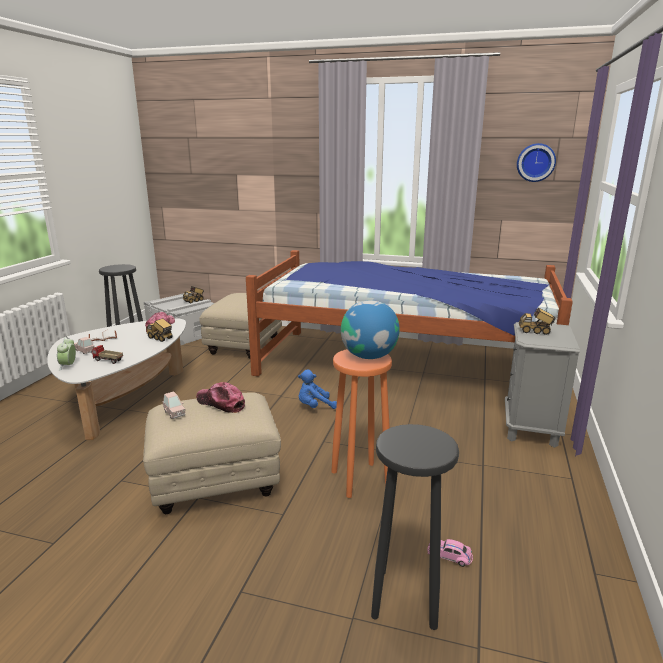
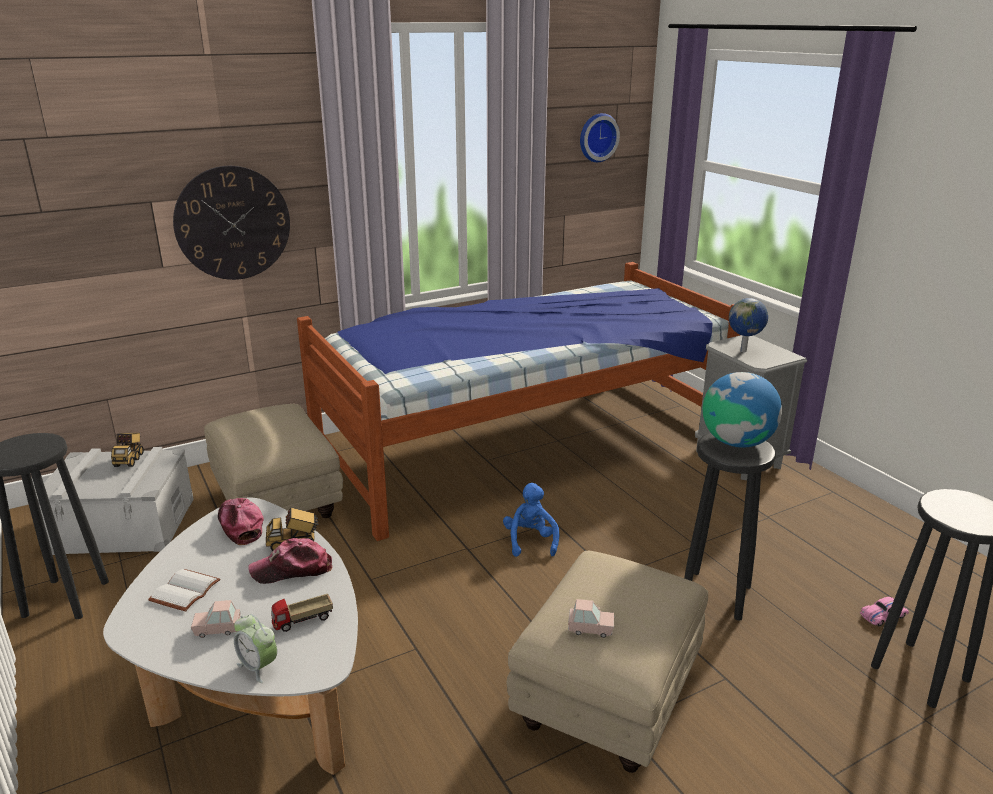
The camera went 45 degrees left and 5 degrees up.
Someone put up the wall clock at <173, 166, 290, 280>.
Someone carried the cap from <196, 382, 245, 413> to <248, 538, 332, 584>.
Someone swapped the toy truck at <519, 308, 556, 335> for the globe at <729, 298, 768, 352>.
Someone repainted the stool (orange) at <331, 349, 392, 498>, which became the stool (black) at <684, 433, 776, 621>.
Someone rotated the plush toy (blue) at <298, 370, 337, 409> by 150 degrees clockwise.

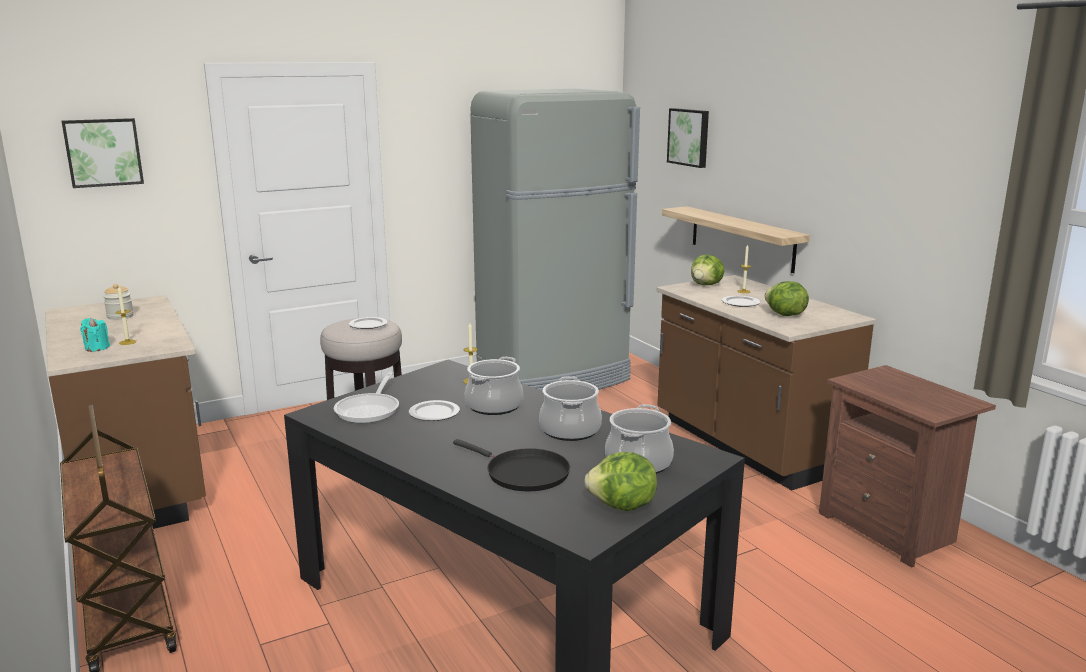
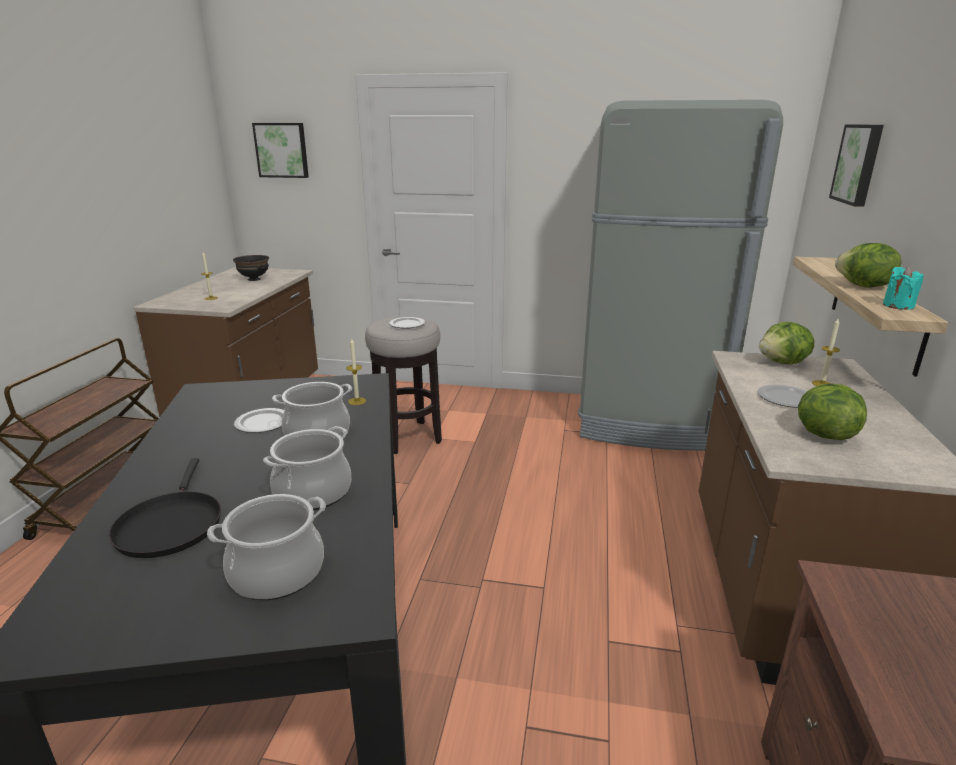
The camera went 40 degrees right and 5 degrees up.
Someone took away the frying pan at <334, 372, 399, 423>.
Someone carried the candle (turquoise) from <80, 318, 110, 352> to <883, 266, 924, 310>.
Someone carried the lettuce from <584, 452, 657, 511> to <835, 243, 901, 288>.
Someone swapped the jar at <103, 284, 134, 320> for the bowl (black) at <233, 255, 269, 281>.

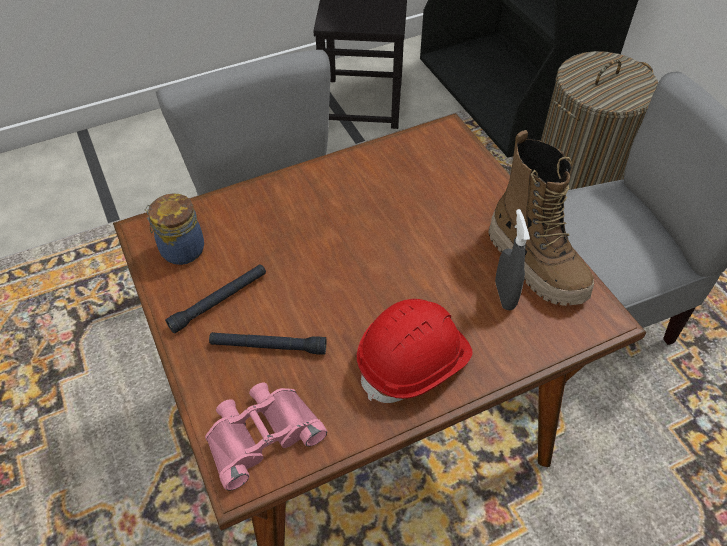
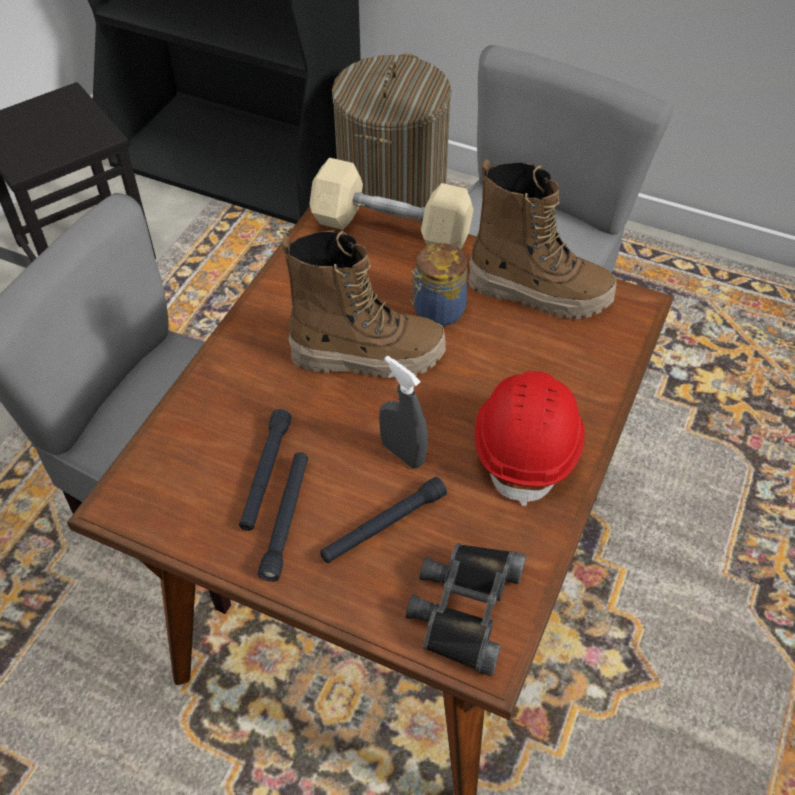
The camera went 40 degrees left and 0 degrees up.
Someone put down the flashlight (black) at <239, 409, 292, 531>.
Someone put down the boot at <281, 230, 446, 378>.
Someone put down the dumbbell (beige) at <309, 158, 473, 249>.
Someone carried the jar from <145, 193, 204, 265> to <410, 243, 467, 326>.
Someone carried the spray bottle (grey) from <495, 209, 530, 310> to <379, 356, 428, 468>.
Someone repainted the binoculars (pink) at <205, 382, 327, 491>, which became the binoculars (black) at <406, 543, 526, 676>.

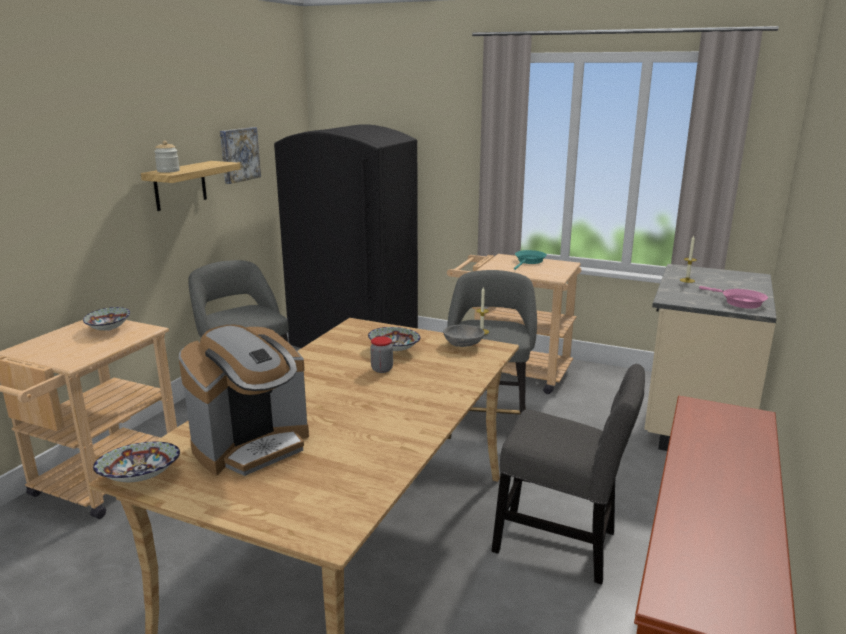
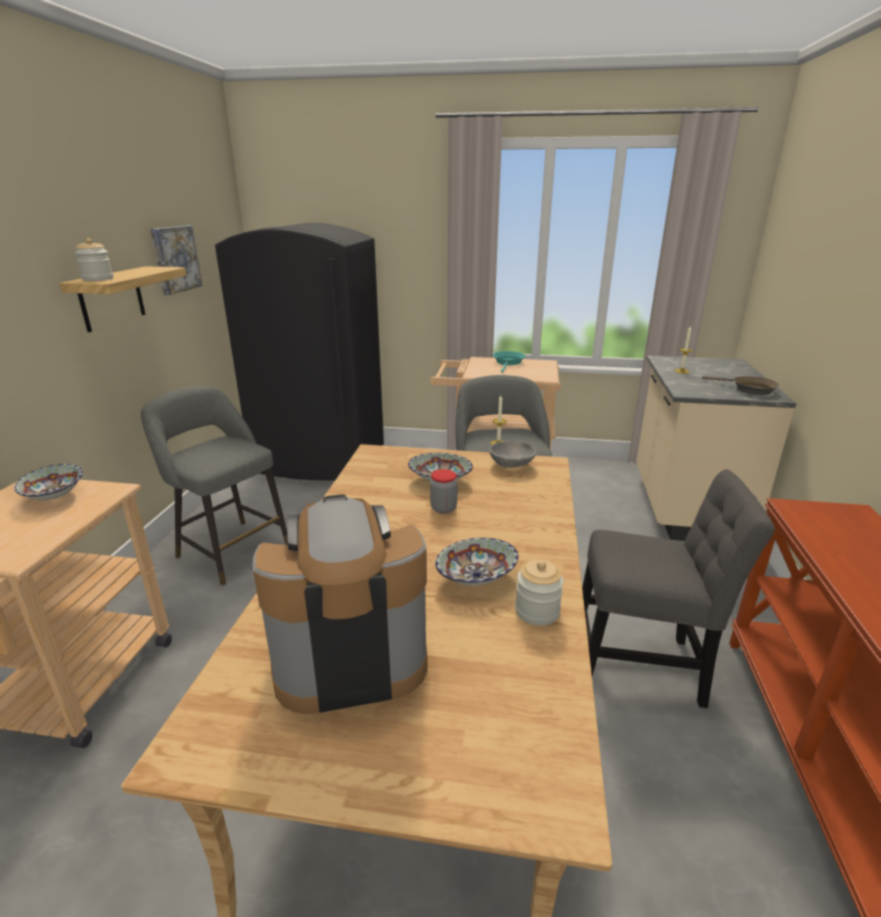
The camera went 15 degrees left and 5 degrees up.
Someone put down the jar at <515, 559, 564, 626>.
Someone carried the bowl from <93, 442, 180, 482> to <435, 538, 518, 586>.
Someone repainted the frying pan (pink) at <699, 286, 768, 309>, which became the frying pan (brown) at <702, 376, 779, 395>.
Someone rotated the coffee machine at <179, 325, 309, 476> by 135 degrees counterclockwise.

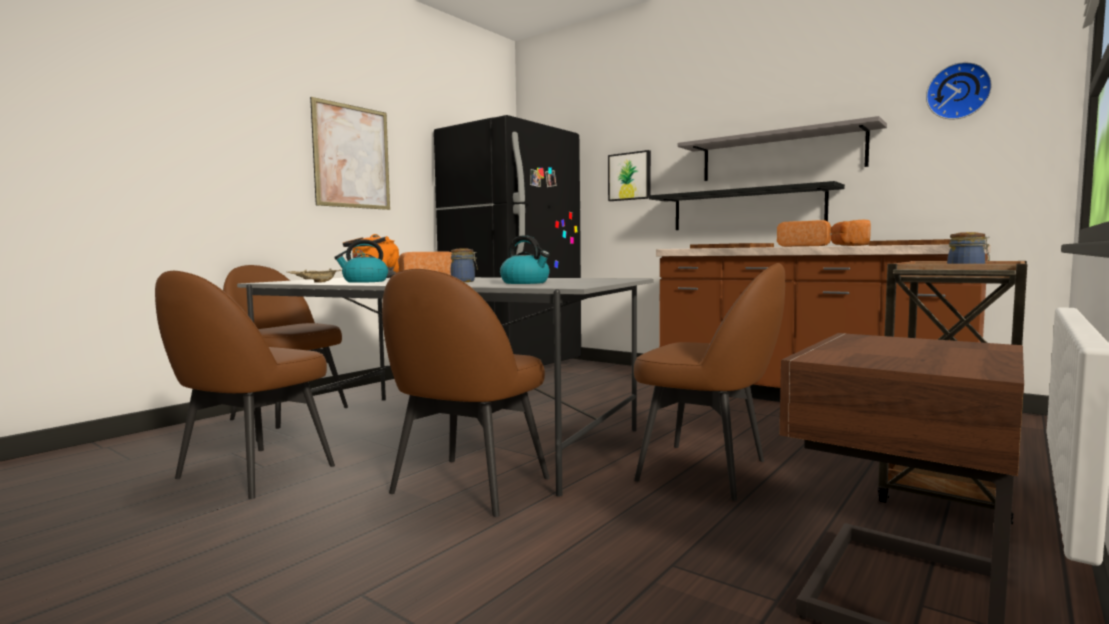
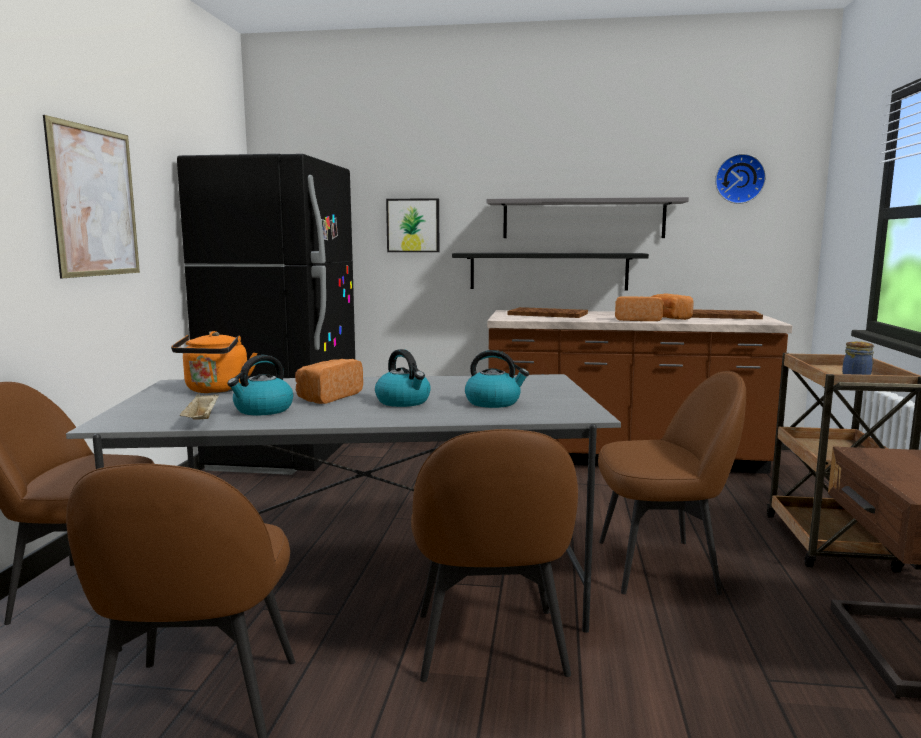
The camera went 30 degrees left and 5 degrees up.
Someone swapped the jar at <451, 249, 478, 282> for the kettle at <375, 349, 431, 407>.

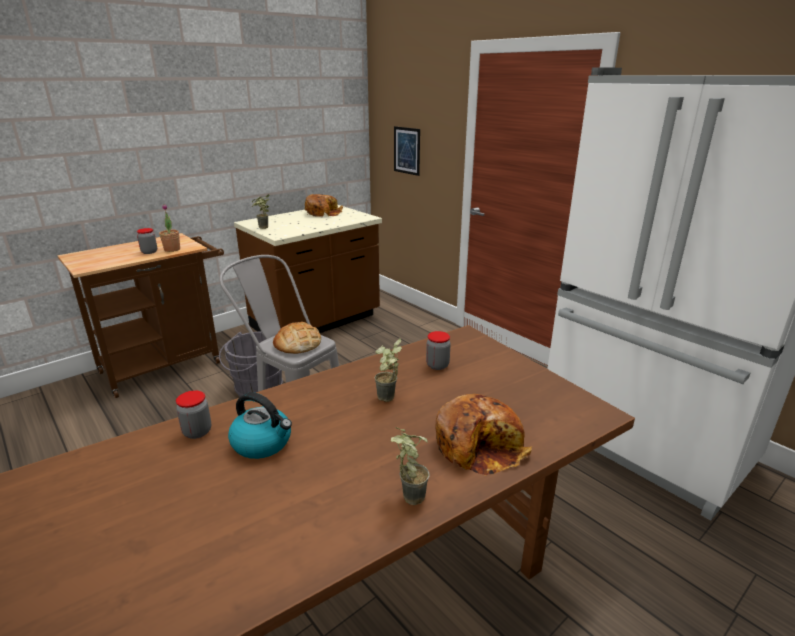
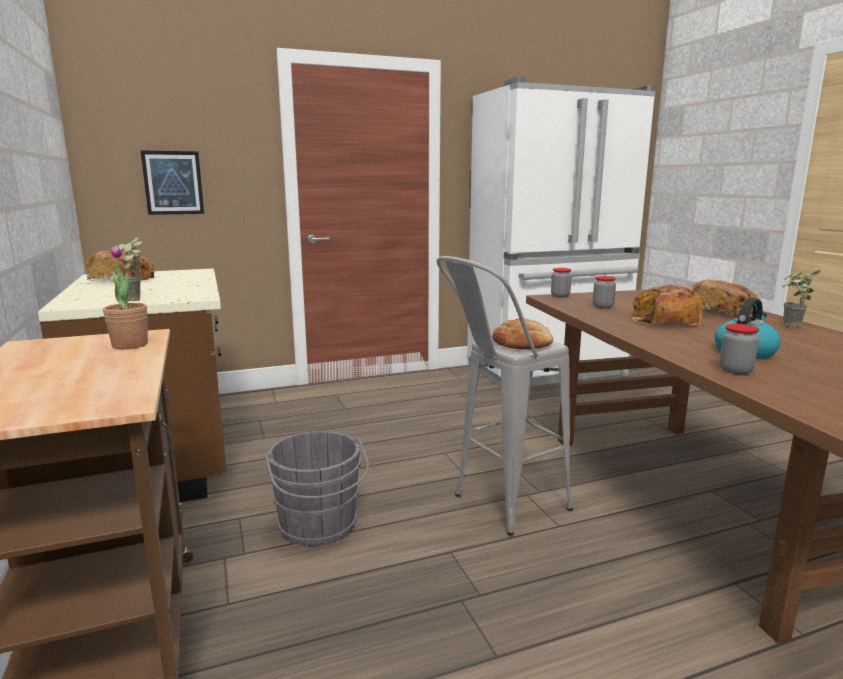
The camera went 70 degrees left and 10 degrees down.
Someone carried the jar from <137, 228, 157, 254> to <551, 268, 572, 298>.
Someone swapped the potted plant at <375, 338, 402, 402> for the bread at <628, 285, 703, 325>.

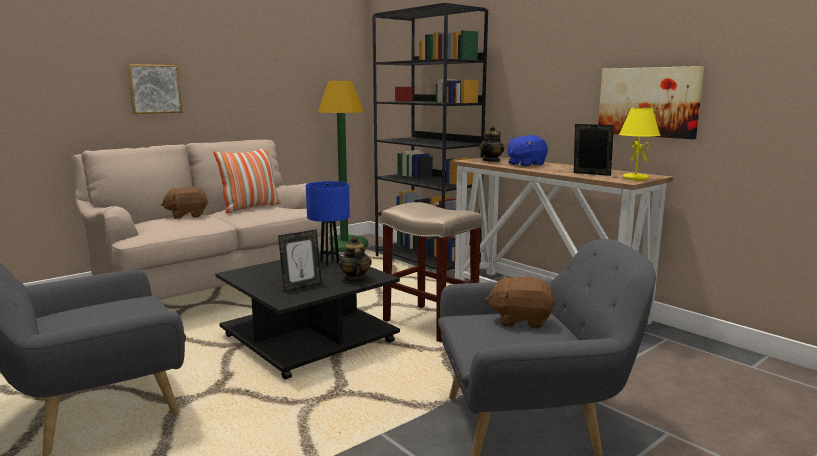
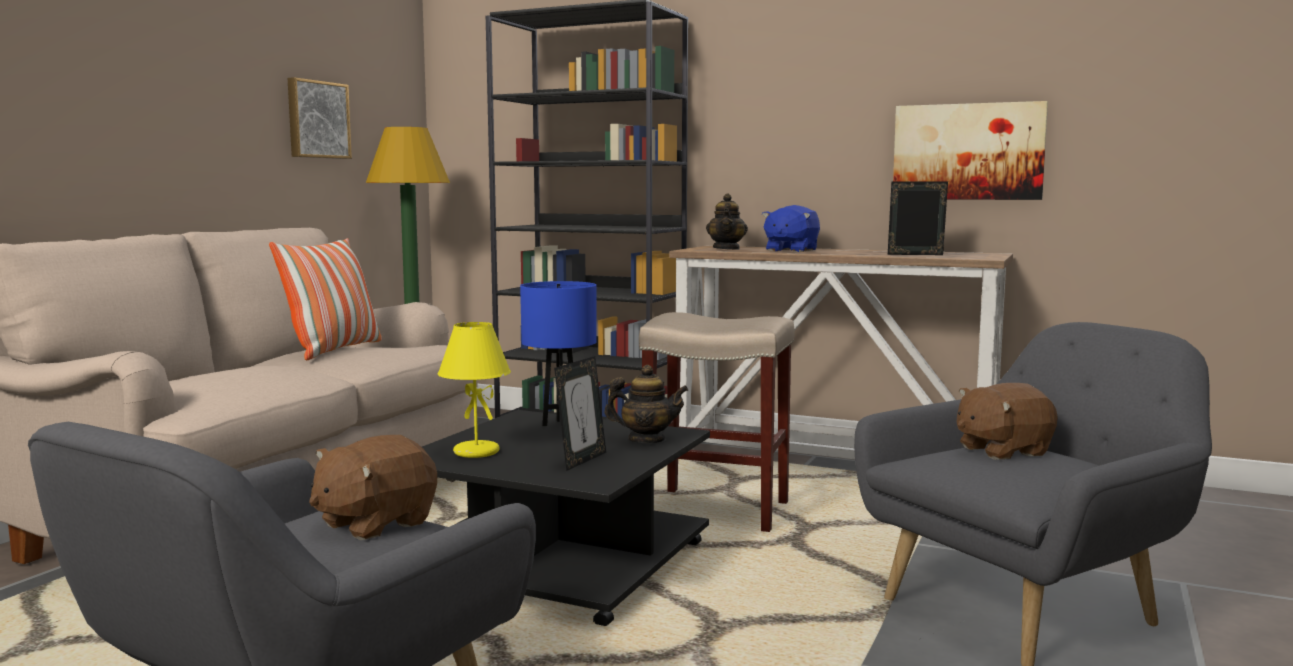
The camera went 25 degrees left and 5 degrees down.
Someone carried the picture from <127, 64, 182, 114> to <288, 77, 352, 159>.
Someone carried the plush toy (brown) from <161, 186, 209, 219> to <309, 435, 437, 540>.
Someone carried the table lamp (yellow) from <619, 108, 661, 180> to <438, 322, 511, 458>.
Someone rotated the teapot at <338, 236, 372, 282> by 135 degrees clockwise.

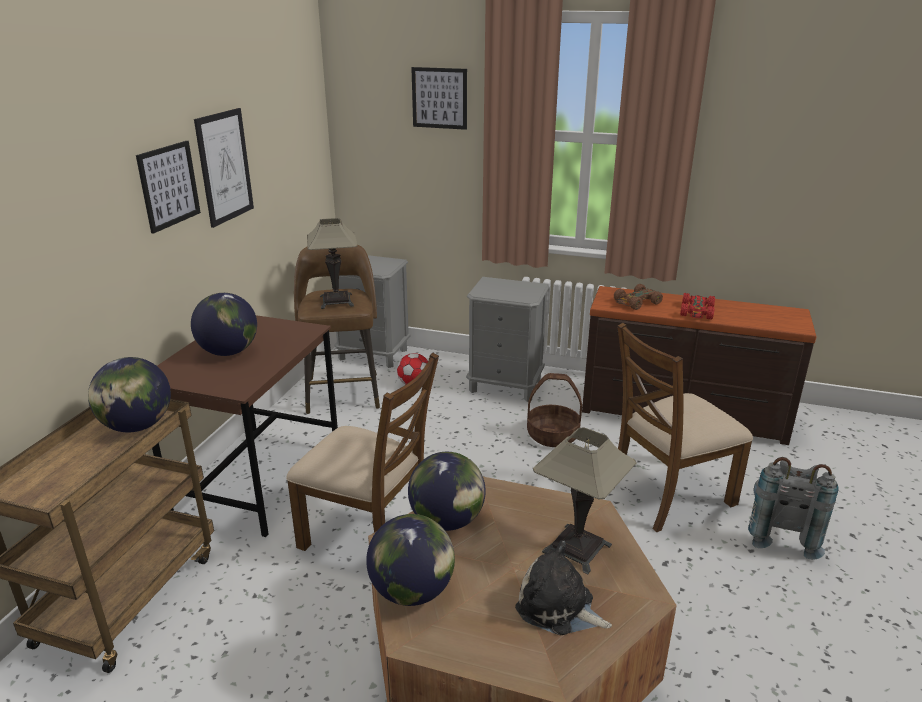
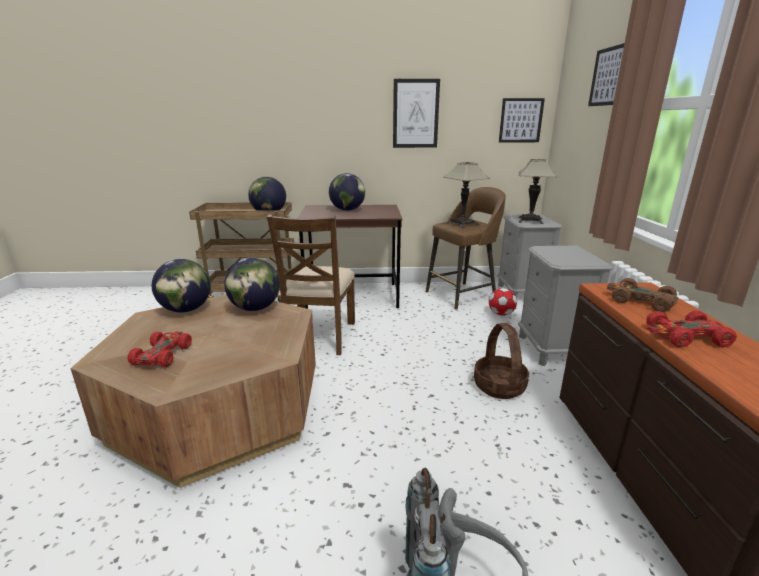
The camera went 70 degrees right and 5 degrees down.
Someone took away the chair (brown) at <617, 323, 753, 532>.
Someone carried the picture from <136, 141, 201, 234> to <499, 98, 545, 142>.
Someone carried the table lamp from <533, 427, 637, 574> to <518, 159, 557, 224>.
Someone swapped the plush toy at <515, 540, 612, 635> for the toy car (red) at <127, 332, 192, 367>.

